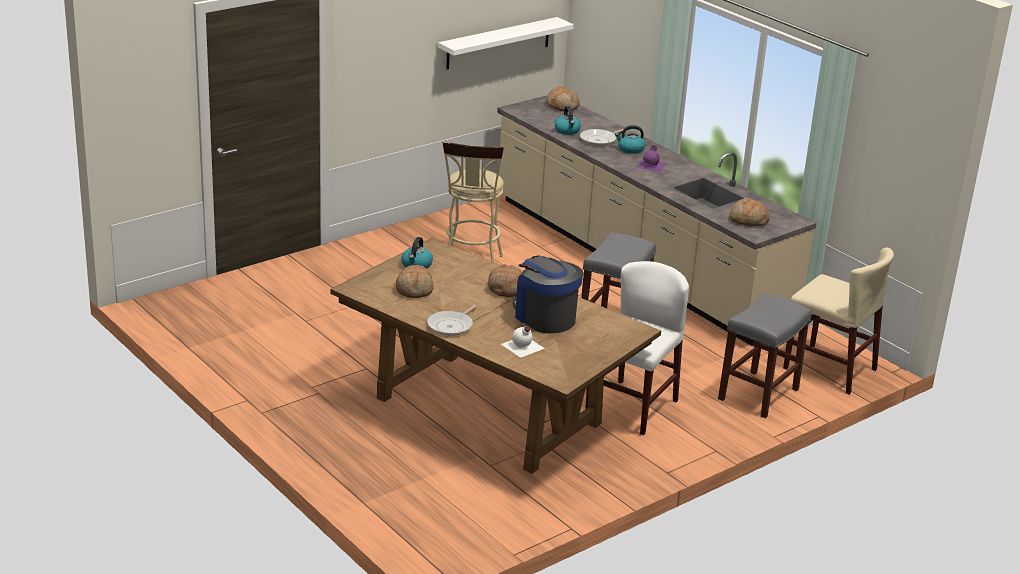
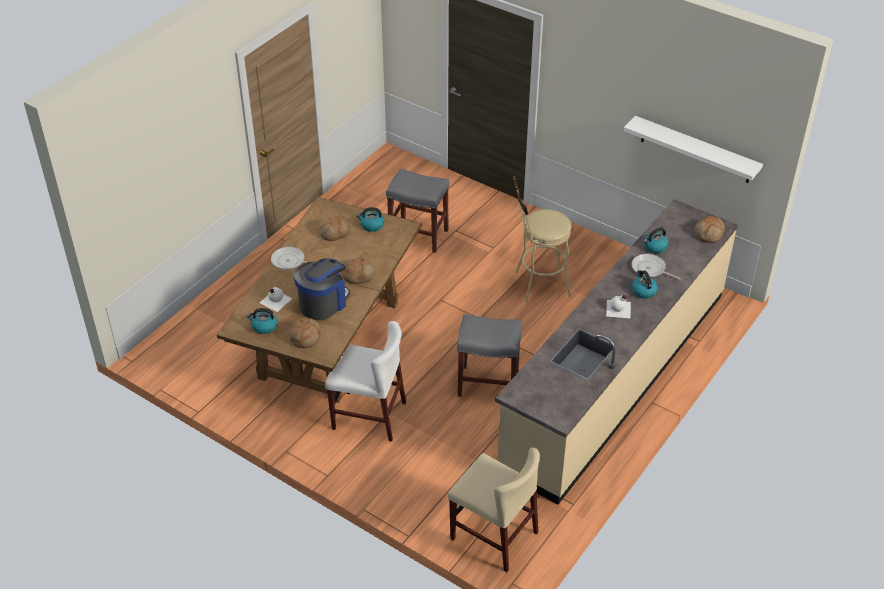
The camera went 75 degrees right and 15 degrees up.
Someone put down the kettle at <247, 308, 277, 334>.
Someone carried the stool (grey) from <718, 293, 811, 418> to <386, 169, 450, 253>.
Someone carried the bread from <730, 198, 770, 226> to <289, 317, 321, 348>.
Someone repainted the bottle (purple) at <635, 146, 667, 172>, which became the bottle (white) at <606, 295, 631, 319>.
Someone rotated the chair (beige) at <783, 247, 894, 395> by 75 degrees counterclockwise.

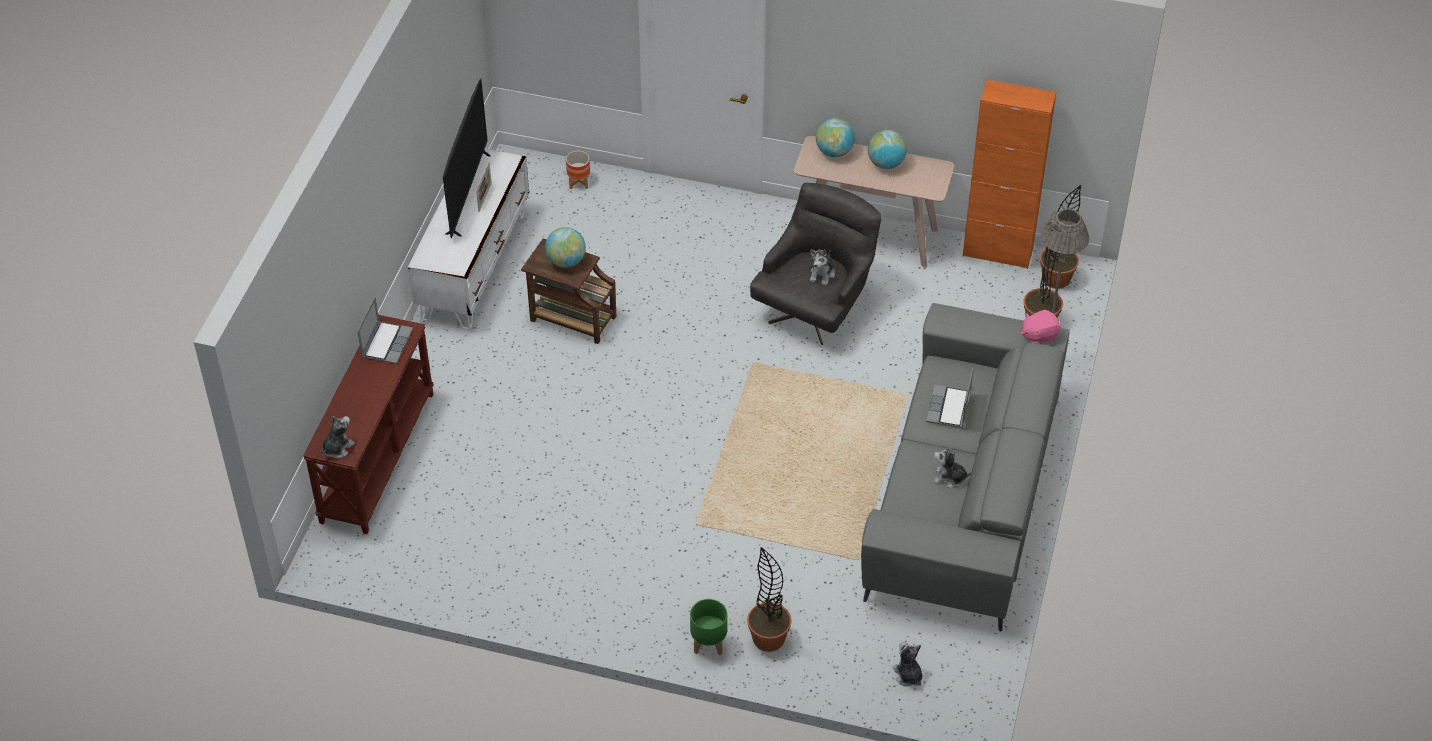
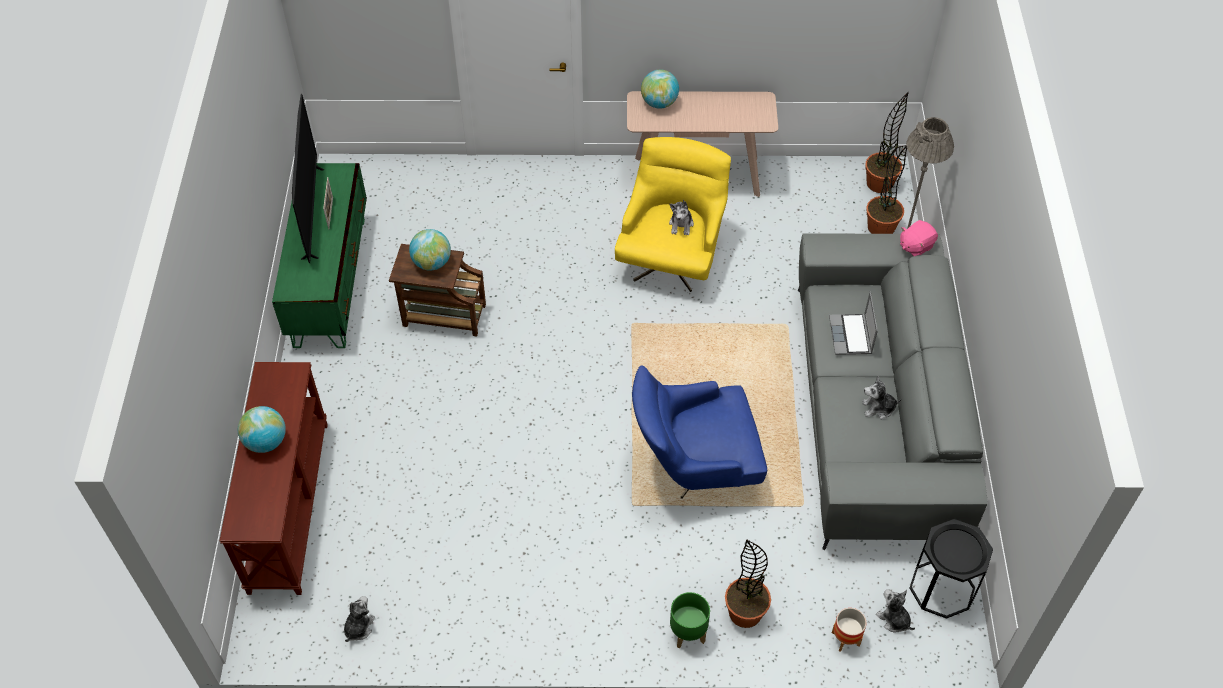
The camera went 15 degrees left and 5 degrees up.
Someone took away the laptop at <357, 296, 413, 364>.
Someone took away the cabinet (orange) at <963, 80, 1056, 269>.
Someone put down the armchair (blue) at <632, 365, 767, 499>.
Someone put down the side table (black) at <909, 519, 993, 619>.
Someone carried the plush toy from <320, 416, 355, 458> to <344, 596, 375, 642>.
Someone carried the planter from <566, 151, 590, 189> to <832, 608, 867, 652>.
Someone carried the globe from <868, 130, 907, 169> to <238, 406, 286, 453>.
Someone repainted the tv stand (white) at <408, 149, 529, 330>, which became the tv stand (green) at <272, 163, 367, 348>.
Someone repainted the armchair (grey) at <750, 183, 882, 345>, which became the armchair (yellow) at <615, 137, 731, 292>.

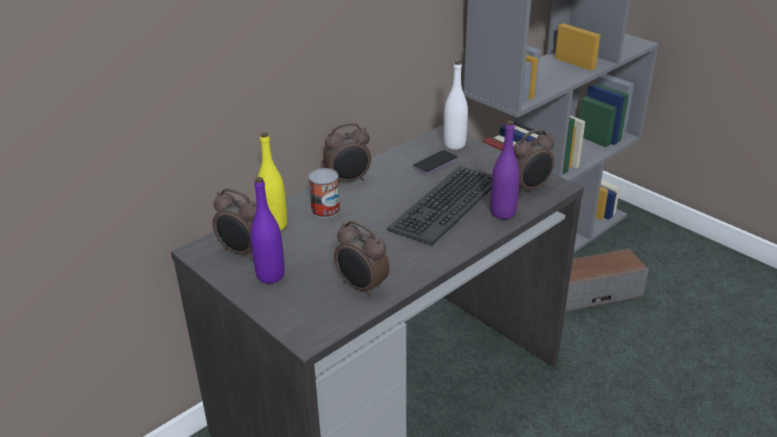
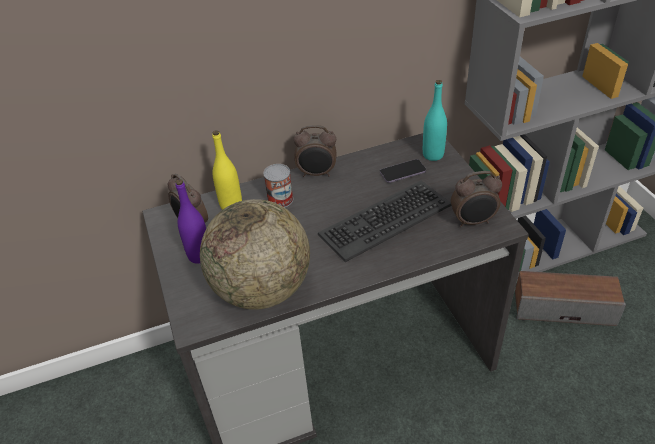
The camera went 25 degrees right and 10 degrees up.
Someone took away the bottle (purple) at <490, 120, 520, 219>.
Someone swapped the alarm clock at <334, 220, 390, 297> for the globe at <200, 199, 310, 310>.
Someone repainted the bottle (white) at <444, 61, 468, 150>, which became the bottle (turquoise) at <423, 80, 447, 161>.

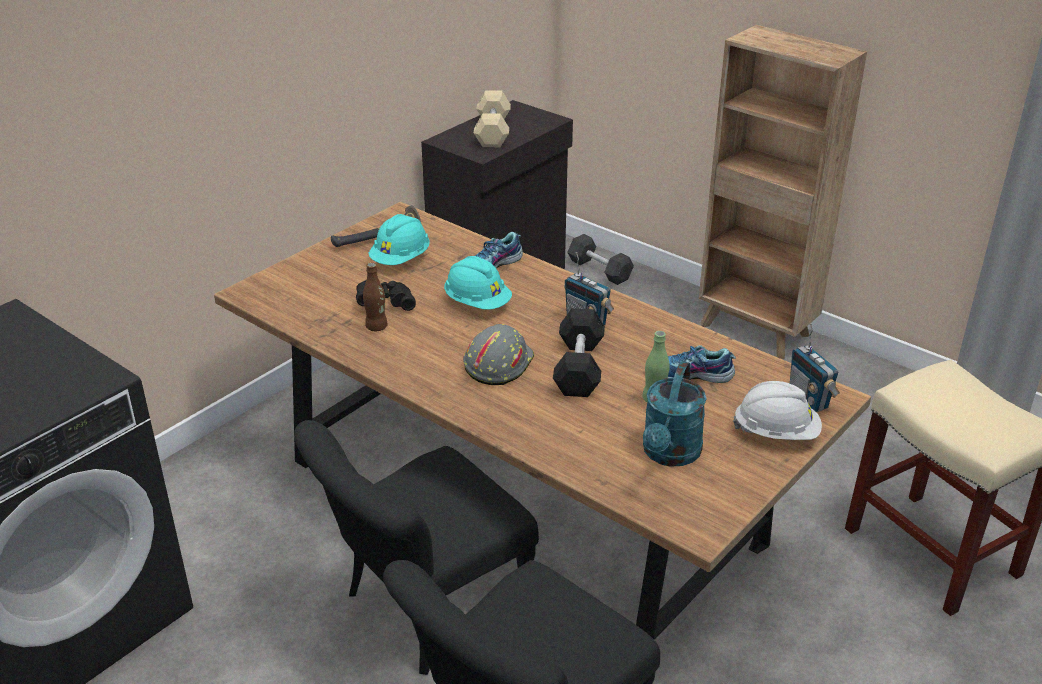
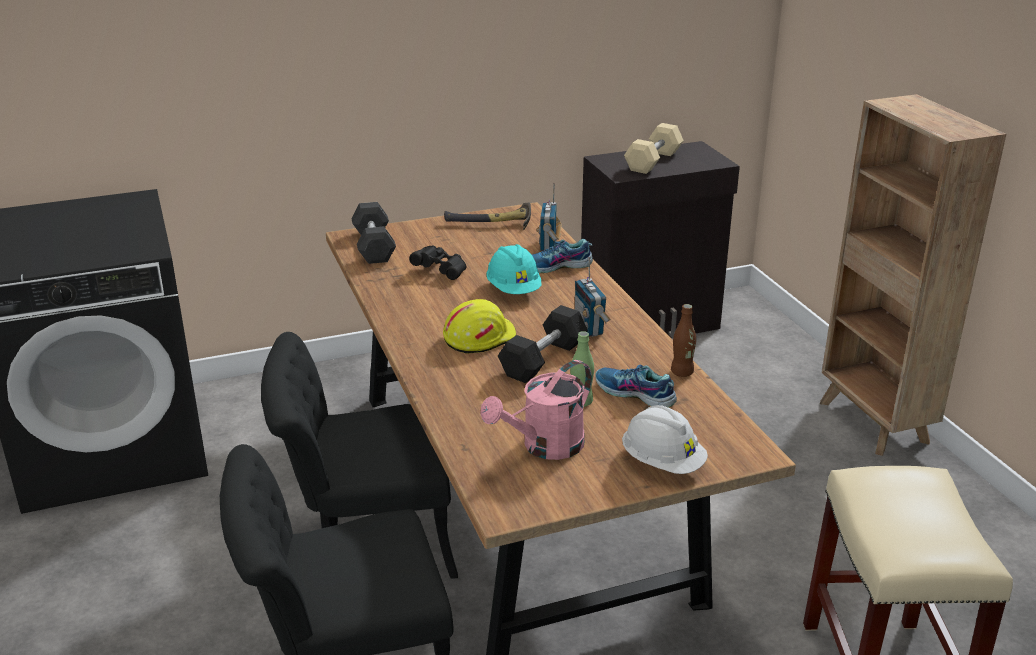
The camera went 30 degrees right and 5 degrees down.
Someone took away the hard hat (turquoise) at <368, 214, 430, 265>.
Someone carried the bottle (brown) from <363, 263, 388, 331> to <671, 304, 696, 377>.
Someone carried the dumbbell (grey) from <567, 234, 634, 285> to <351, 202, 396, 264>.
Someone carried the radio from <790, 323, 840, 412> to <537, 183, 562, 251>.
Someone repainted the hard hat (grey) at <463, 324, 534, 385>, which became the hard hat (yellow) at <443, 299, 516, 354>.
Someone repainted the watering can (turquoise) at <643, 361, 706, 466>, which became the watering can (pink) at <480, 360, 592, 460>.

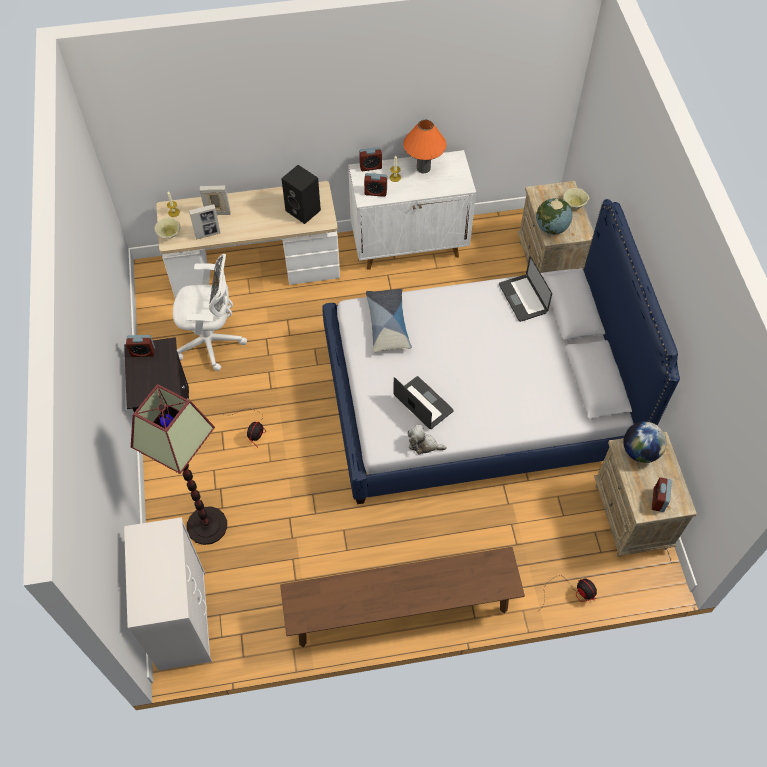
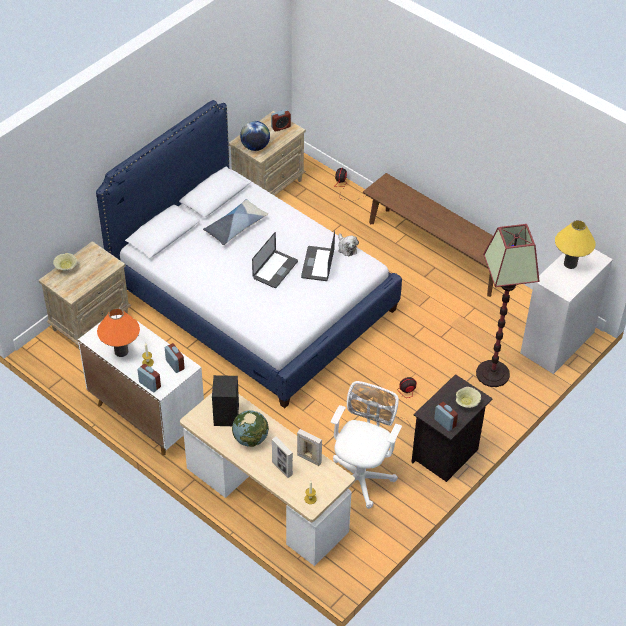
The camera went 130 degrees left and 10 degrees down.
Someone put down the table lamp (yellow) at <555, 220, 596, 269>.
Someone carried the bowl (beige) from <155, 217, 180, 238> to <456, 387, 481, 408>.
Someone carried the pillow from <366, 289, 412, 352> to <203, 199, 268, 245>.
Someone carried the laptop from <499, 256, 552, 322> to <252, 232, 298, 288>.
Someone carried the globe from <536, 198, 572, 235> to <232, 410, 269, 447>.
Someone rotated the office chair (white) at <173, 254, 247, 371> by 60 degrees clockwise.

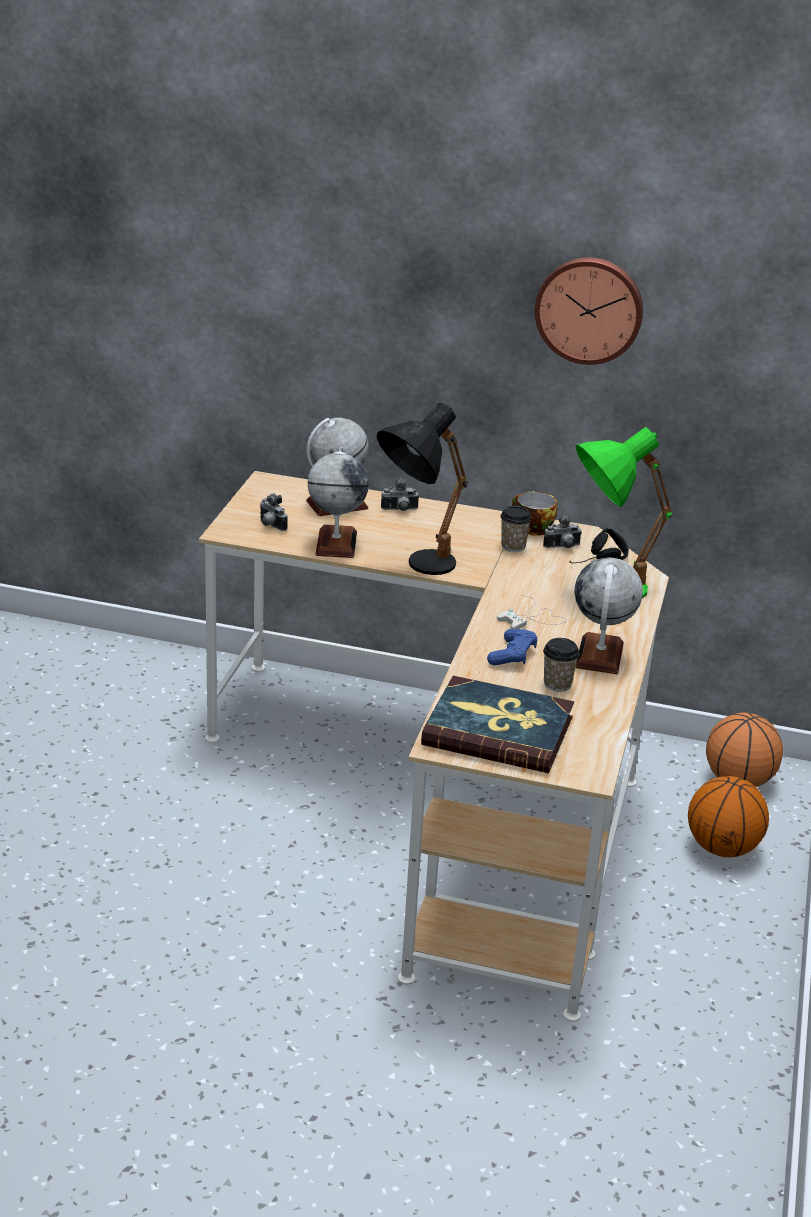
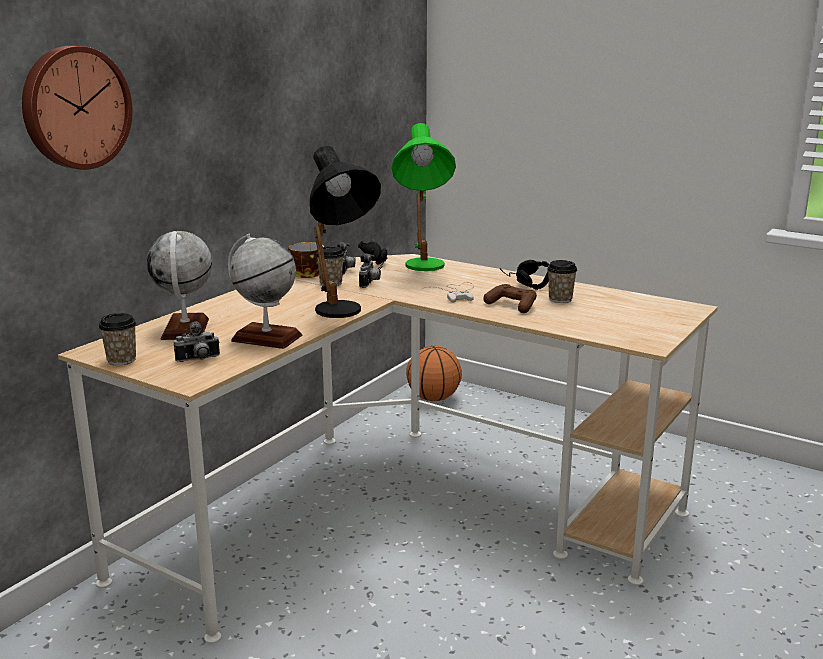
The camera went 70 degrees left and 10 degrees down.
Someone took away the book at <421, 676, 574, 773>.
Someone took away the basketball at <688, 776, 769, 857>.
Someone put down the cup at <99, 313, 136, 365>.
Someone carried the photo camera from <381, 478, 419, 511> to <359, 254, 381, 288>.
Someone carried the wall clock from <535, 257, 643, 365> to <22, 46, 133, 170>.
Someone swapped the globe at <574, 557, 643, 674> for the headphones (black) at <500, 260, 550, 290>.
Someone repainted the game controller (blue) at <487, 629, 538, 665>, which became the game controller (brown) at <483, 284, 537, 313>.

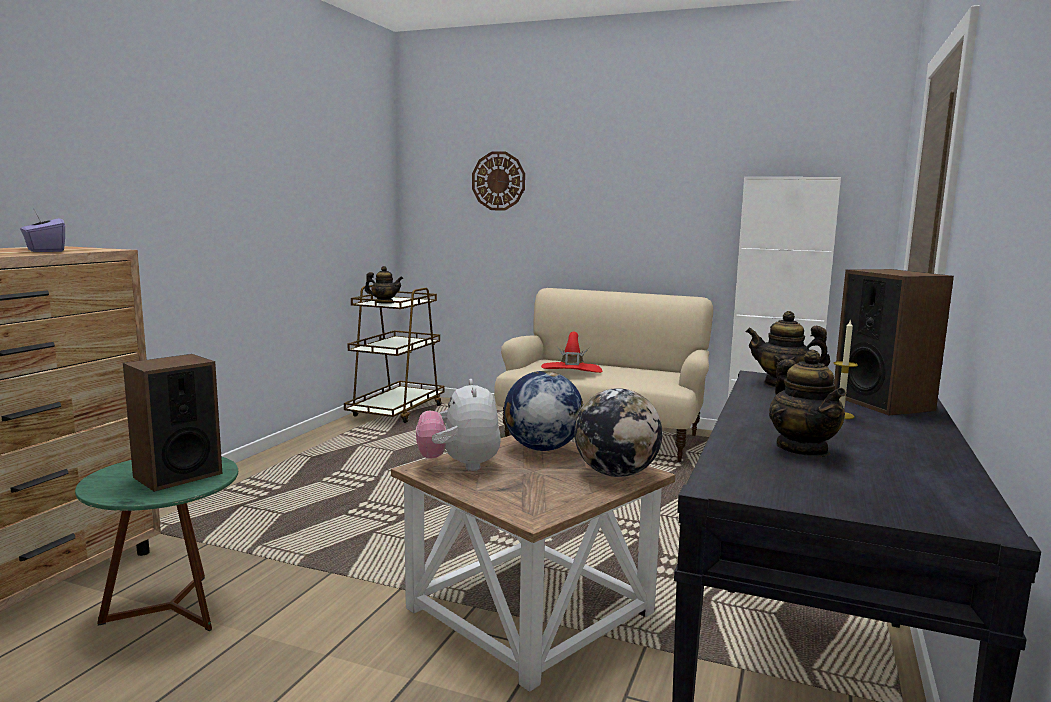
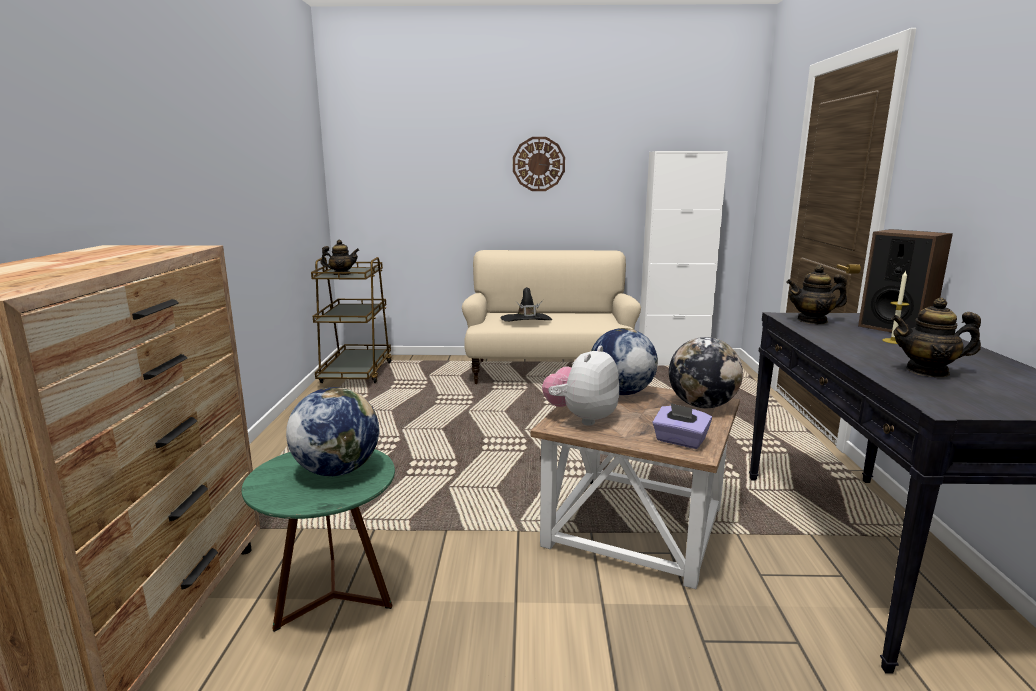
The camera went 20 degrees left and 5 degrees up.
Someone carried the tissue box (purple) from <20, 208, 65, 252> to <652, 403, 712, 449>.
Someone carried the wall clock from <472, 151, 525, 211> to <513, 137, 565, 191>.
Someone swapped the speaker at <123, 354, 223, 492> for the globe at <286, 387, 379, 476>.
Someone repainted the hat (red) at <541, 332, 602, 373>, which became the hat (black) at <501, 287, 552, 322>.
Someone rotated the plush toy at <416, 379, 501, 471> by 60 degrees clockwise.
Someone rotated the teapot at <769, 349, 846, 457> by 135 degrees clockwise.

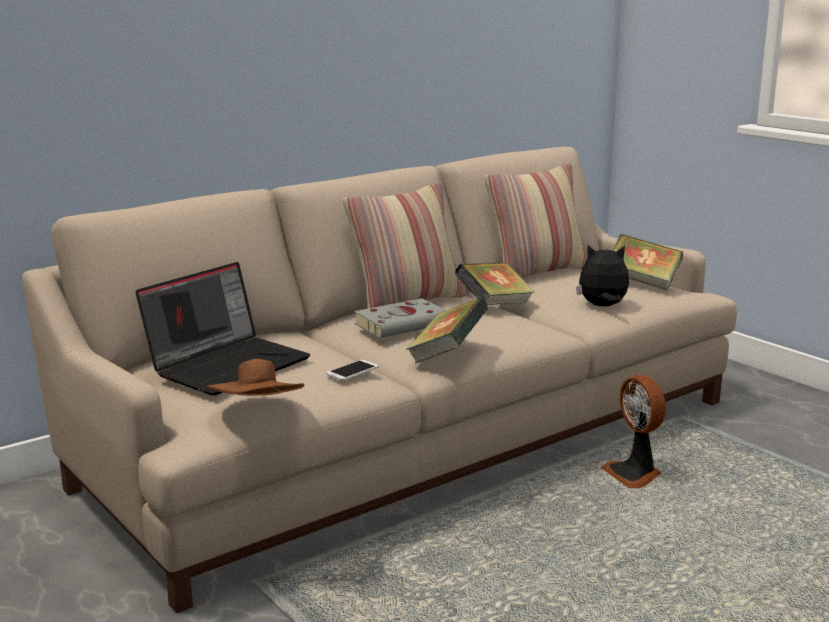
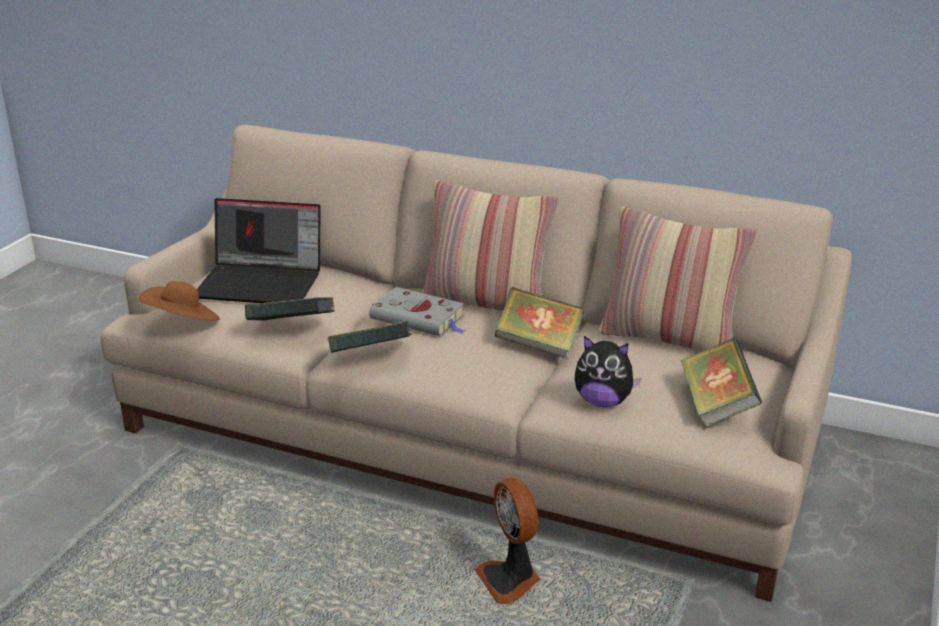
The camera went 60 degrees right and 10 degrees up.
Someone swapped the phone at <326, 359, 379, 381> for the book at <245, 297, 335, 321>.
Someone rotated the plush toy at <576, 245, 629, 307> by 135 degrees clockwise.
Someone rotated the fan at <600, 375, 666, 488> by 60 degrees counterclockwise.

